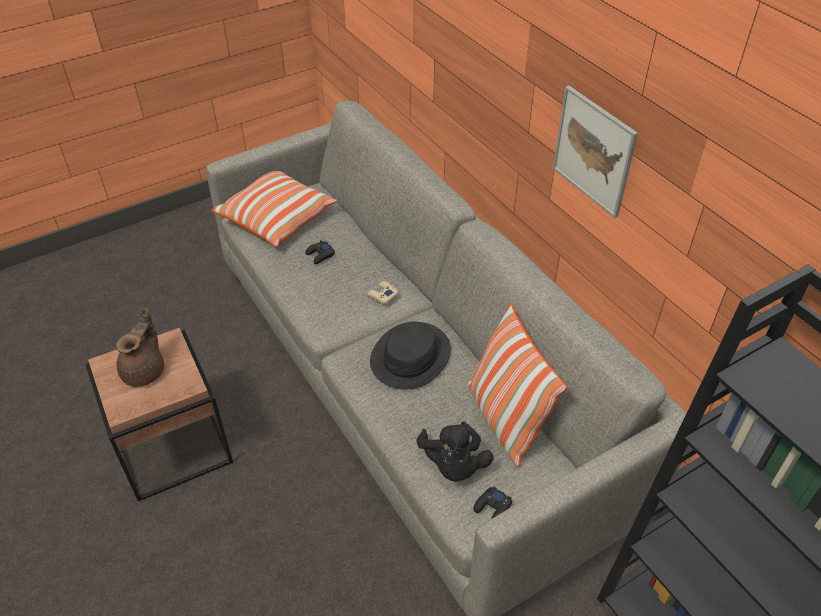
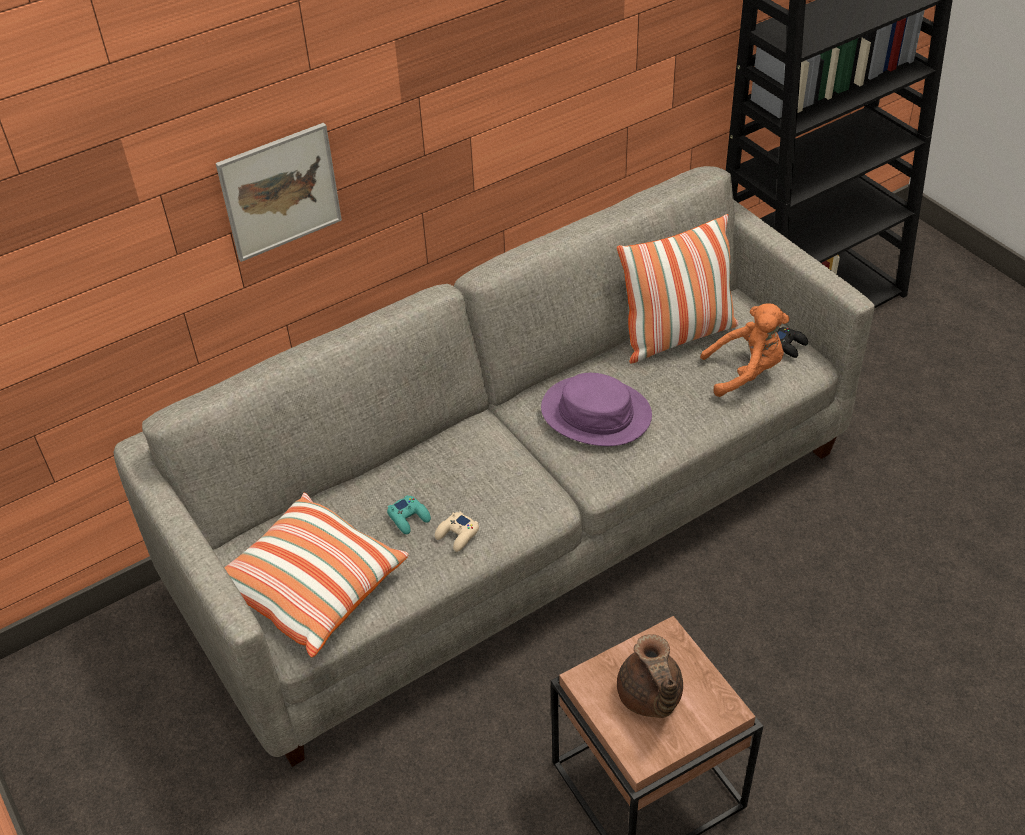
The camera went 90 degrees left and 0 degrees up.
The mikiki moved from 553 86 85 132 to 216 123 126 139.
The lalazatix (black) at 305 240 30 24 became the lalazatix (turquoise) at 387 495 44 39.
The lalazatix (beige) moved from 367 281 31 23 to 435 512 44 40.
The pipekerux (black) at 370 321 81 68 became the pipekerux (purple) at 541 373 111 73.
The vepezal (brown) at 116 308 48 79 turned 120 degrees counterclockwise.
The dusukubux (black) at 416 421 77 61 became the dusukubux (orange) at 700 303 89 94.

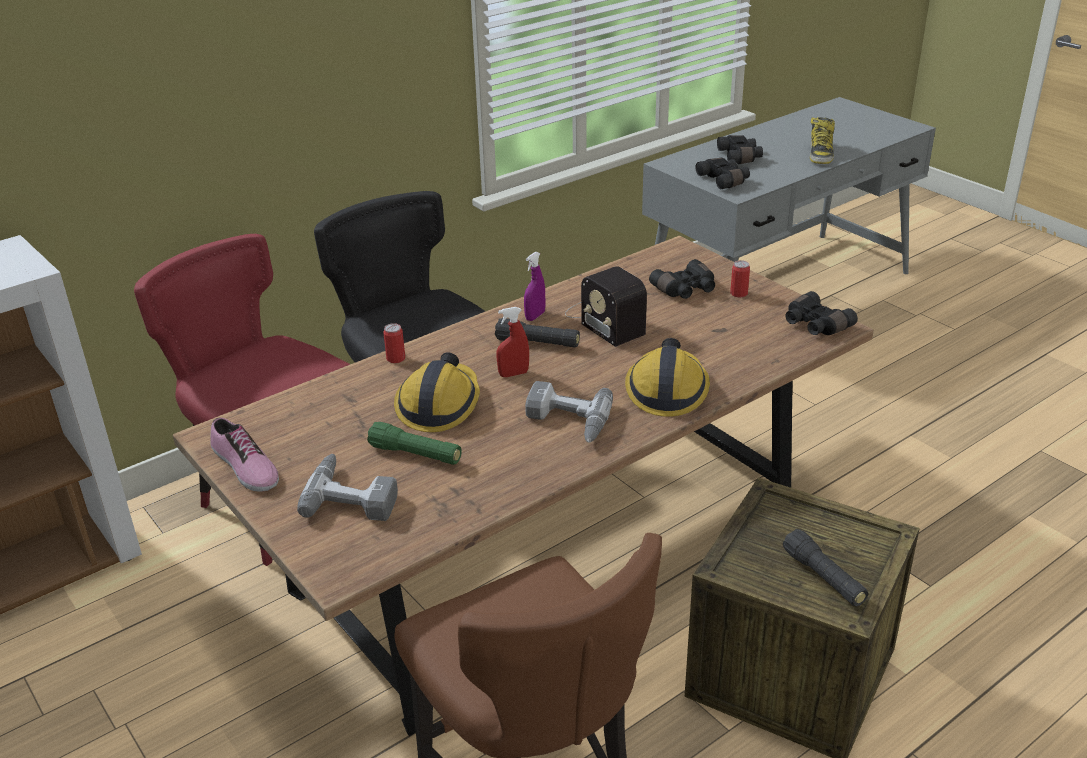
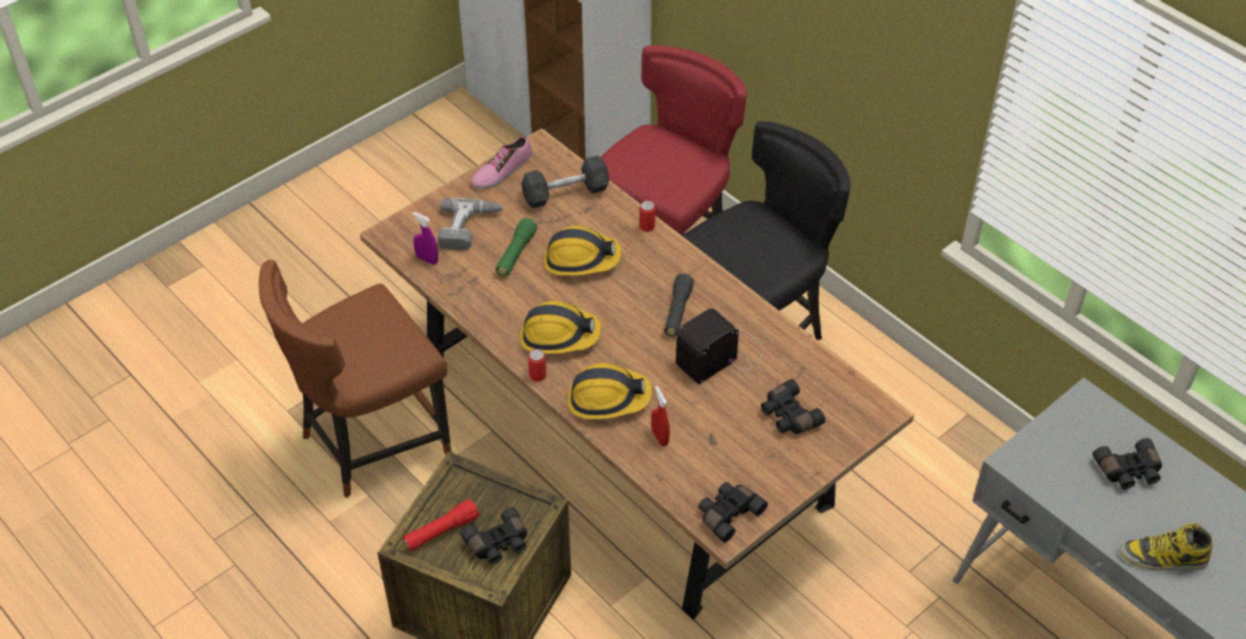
The camera went 85 degrees right and 15 degrees up.
The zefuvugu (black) at 783 529 85 77 became the zefuvugu (red) at 403 499 77 52.
The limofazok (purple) moved from 524 252 21 69 to 412 212 26 53.
The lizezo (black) moved from 695 158 55 31 to 461 507 66 58.
The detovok at 525 381 88 62 was replaced by the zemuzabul at 520 301 81 53.
The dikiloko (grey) at 521 155 88 53 appeared.
The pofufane moved from 730 260 20 37 to 528 349 18 33.
The limofazok (red) moved from 497 307 32 70 to 651 386 19 60.

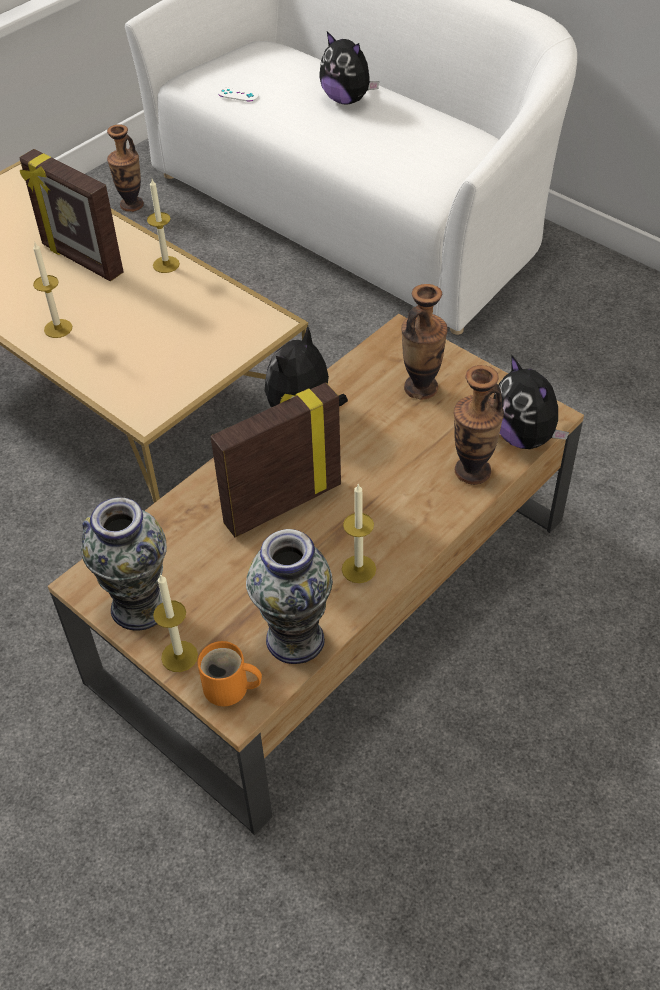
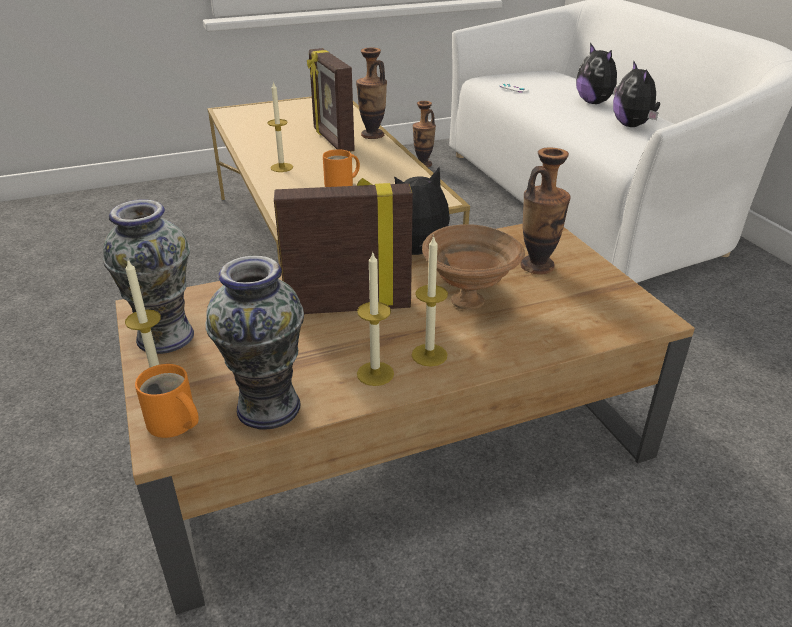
The camera went 25 degrees right and 15 degrees down.
The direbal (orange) at 323 149 37 38 appeared.
The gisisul moved from 454 365 50 120 to 356 48 31 91.
The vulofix moved from 147 179 33 94 to 412 235 36 132.
The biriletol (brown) at 422 224 103 86 appeared.
The dusukubux moved from 493 355 76 94 to 613 60 47 67.

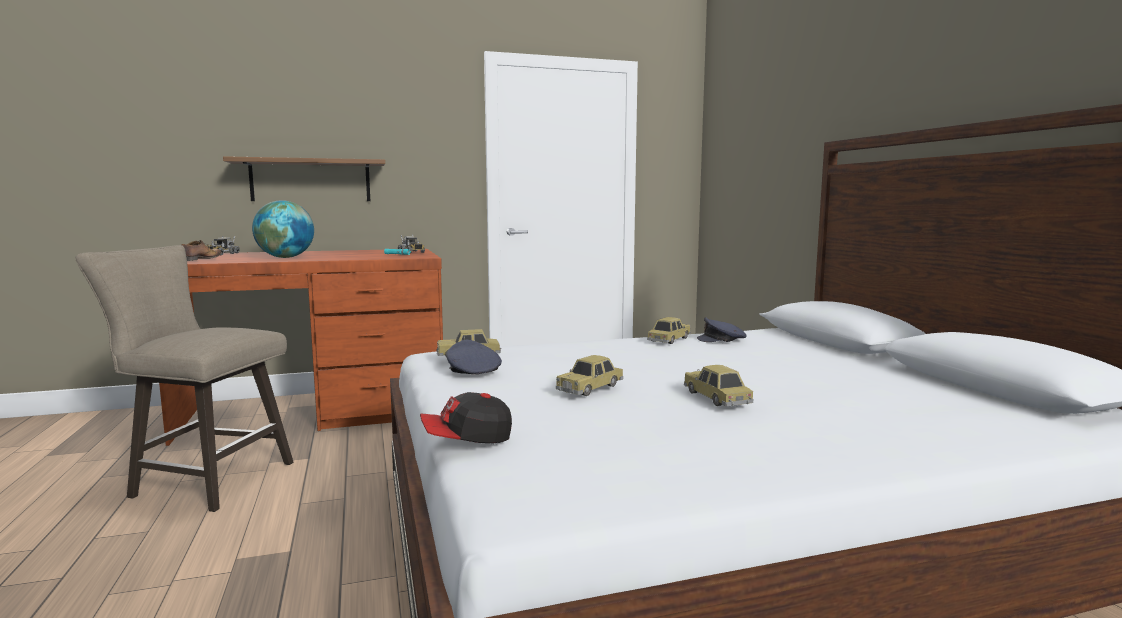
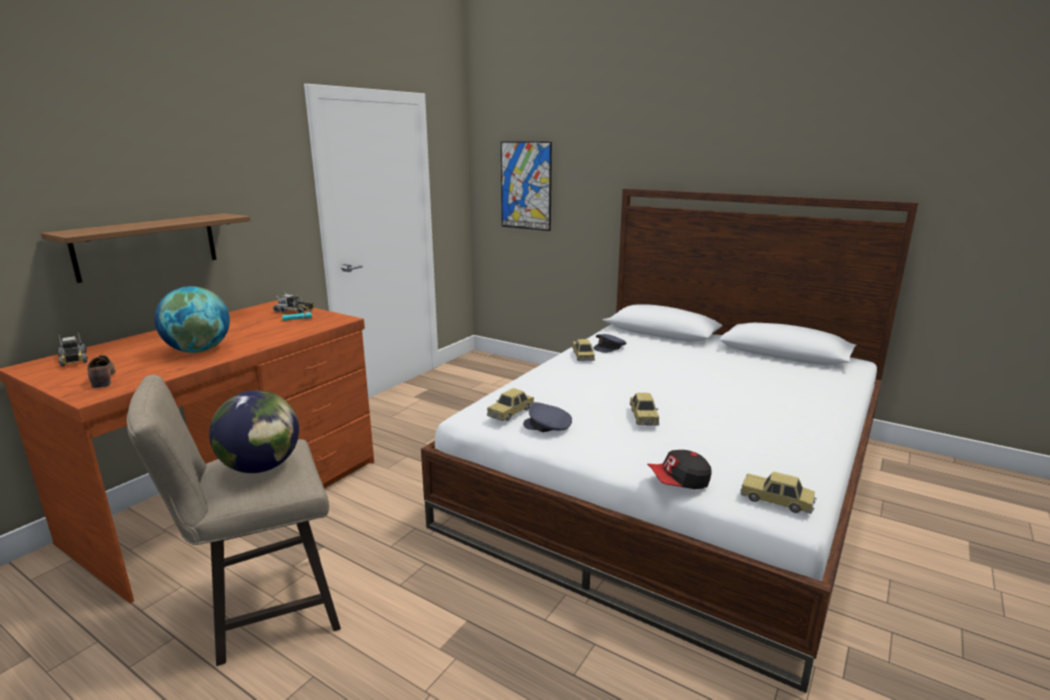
The camera went 40 degrees left and 10 degrees up.
The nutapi at 209 390 90 83 appeared.
The mikiki at 501 141 51 90 appeared.
The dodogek at 420 392 92 51 turned 45 degrees clockwise.
The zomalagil moved from 684 365 69 41 to 740 472 77 42.

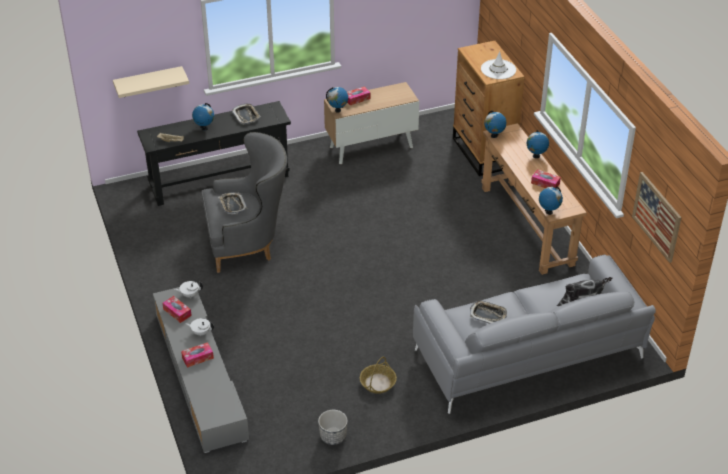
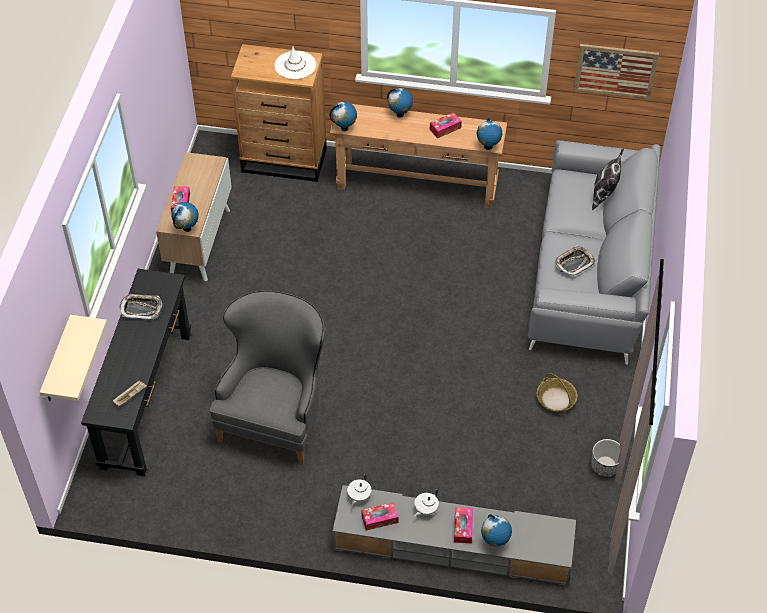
The camera went 60 degrees left and 10 degrees up.
The nutapi moved from 192 103 22 27 to 481 514 31 33.
The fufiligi at 219 192 28 23 disappeared.

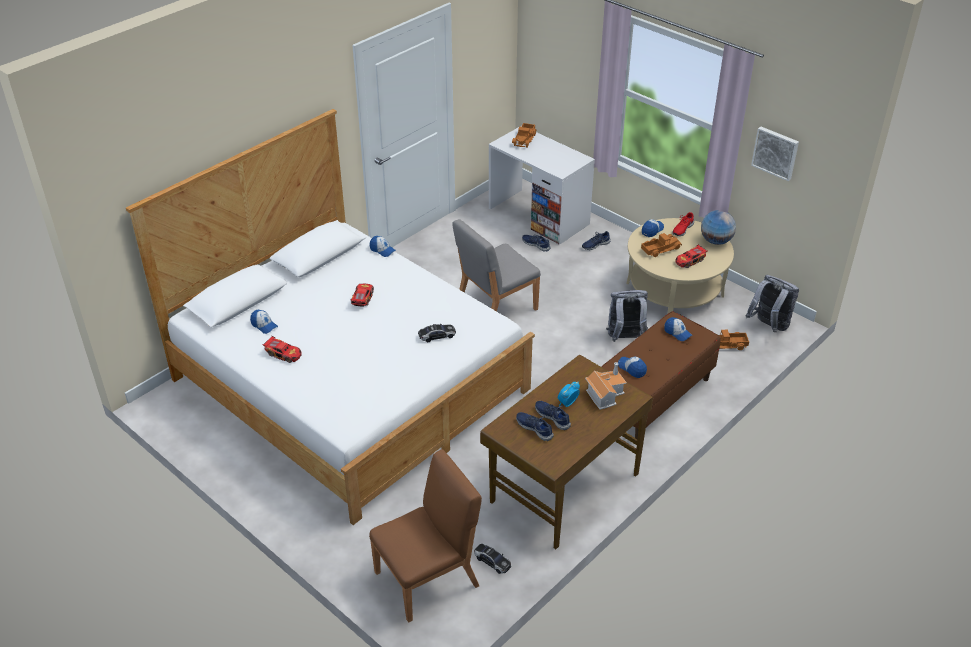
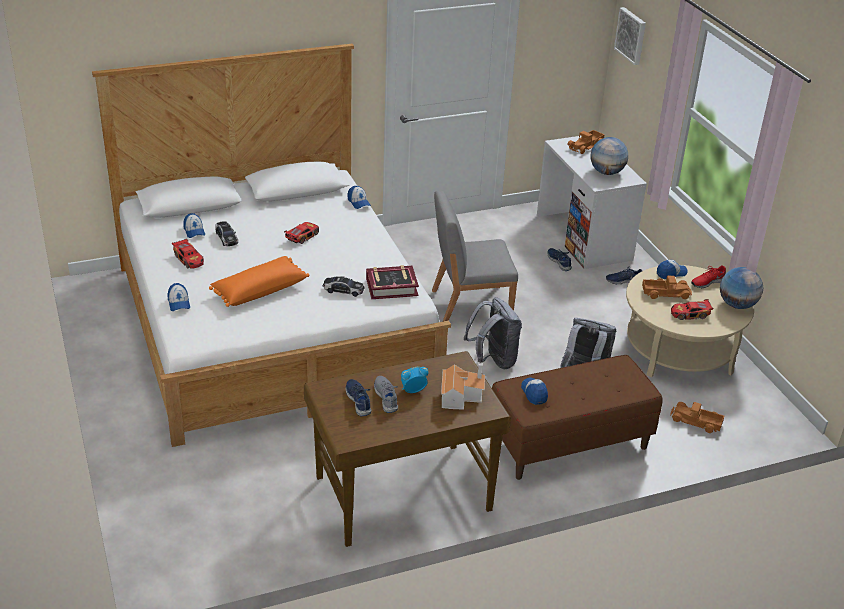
The camera went 25 degrees right and 5 degrees down.
The dodogek moved from 664 317 28 24 to 167 283 23 28.
The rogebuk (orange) at 209 256 101 51 appeared.
The zomalagil moved from 474 543 37 31 to 215 221 23 25.
The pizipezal at 366 265 53 34 appeared.
The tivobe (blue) at 535 401 36 29 became the tivobe (grey) at 374 376 24 37.
The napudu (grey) moved from 746 275 53 57 to 464 297 58 72.
The nutapi at 591 137 37 38 appeared.
The mikiki moved from 751 127 48 54 to 614 7 32 58.
The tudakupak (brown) at 369 449 113 174 disappeared.

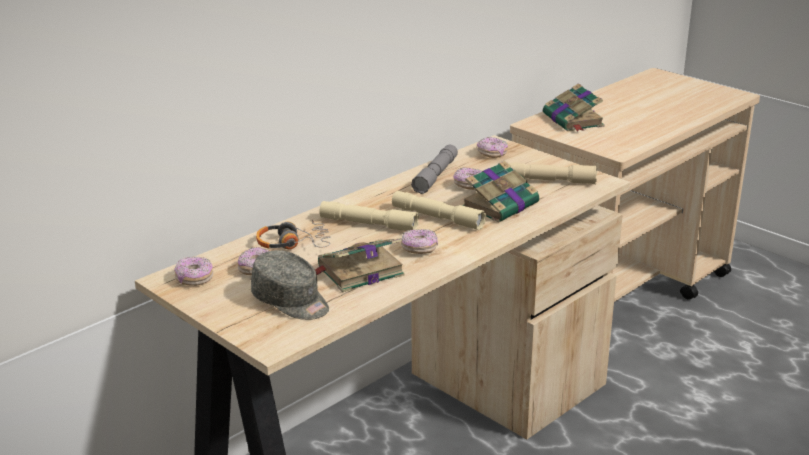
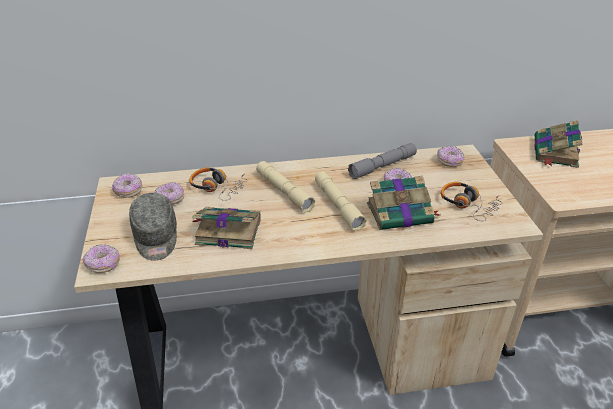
The camera went 35 degrees right and 10 degrees up.
The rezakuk moved from 401 229 37 25 to 83 244 37 29.
The zefuvugu (beige) at 508 162 89 22 was replaced by the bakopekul at 441 182 61 39.

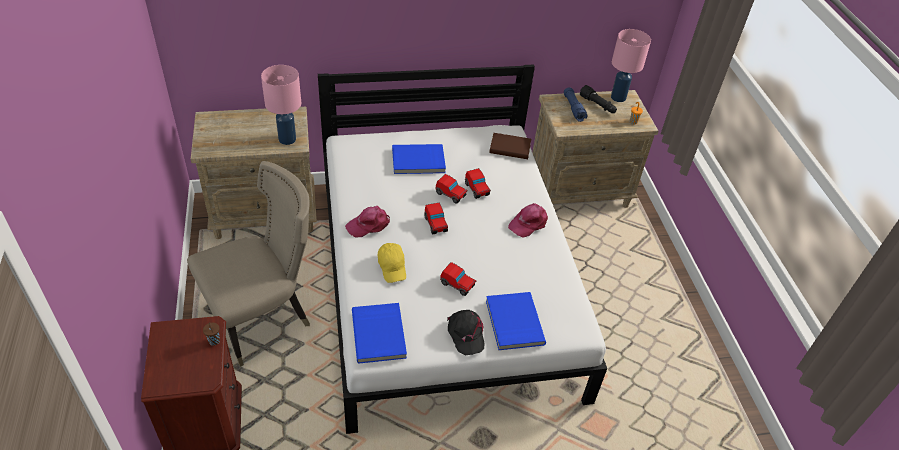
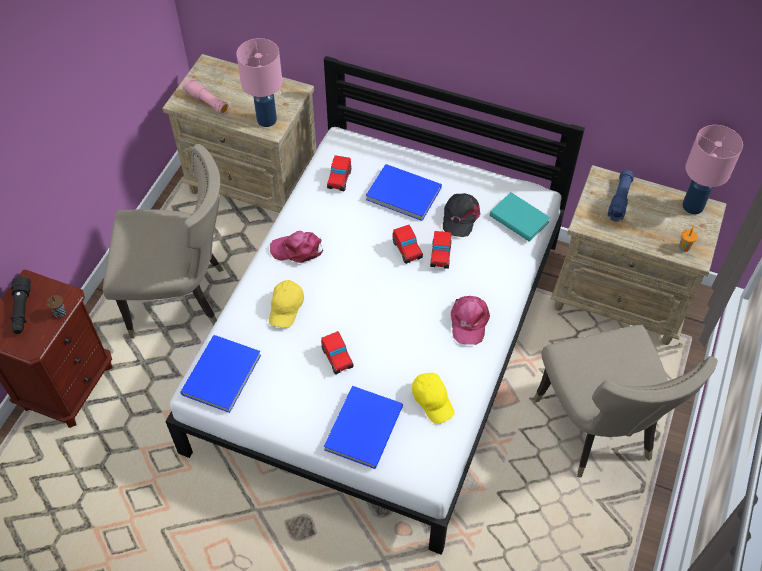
The camera went 35 degrees right and 10 degrees up.
The zefuvugu (black) moved from 580 85 37 28 to 11 276 20 58.
The zefuvugu (pink) at 182 78 47 36 appeared.
The zomalagil moved from 425 203 23 31 to 327 155 24 36.
The dodogek (yellow) at 412 373 42 51 appeared.
The dodogek (black) moved from 447 310 37 45 to 443 193 37 44.
The dodogek (pink) at 508 203 40 35 turned 75 degrees counterclockwise.
The pizipezal (brown) at 489 133 42 26 became the pizipezal (turquoise) at 490 192 60 50.
The tudakupak (beige) at 534 325 184 153 appeared.

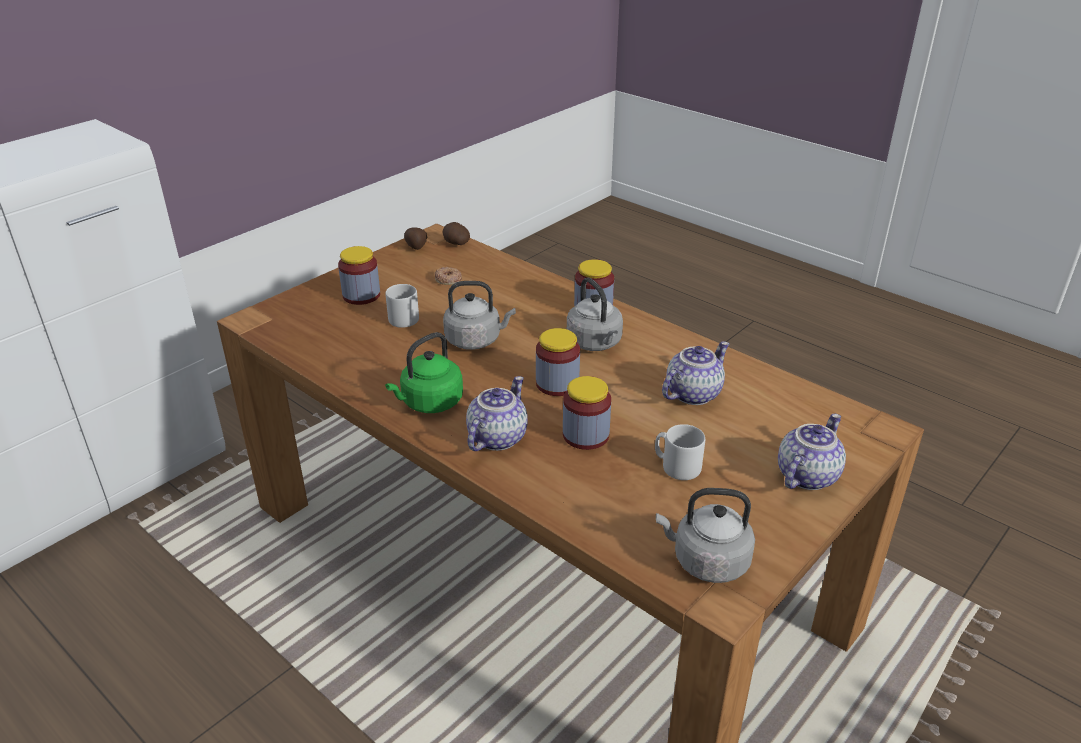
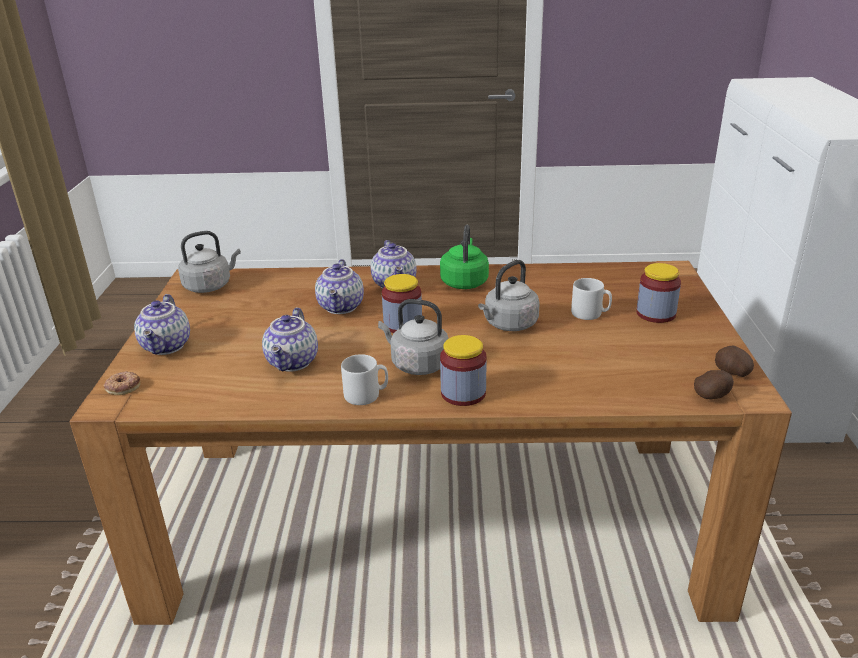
The camera went 140 degrees right and 5 degrees down.
The rezakuk moved from 434 267 28 18 to 103 371 37 24.
The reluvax at 563 376 48 74 was replaced by the vepezal at 315 259 49 55.
The direbal (grey) moved from 655 424 50 56 to 341 354 47 51.

